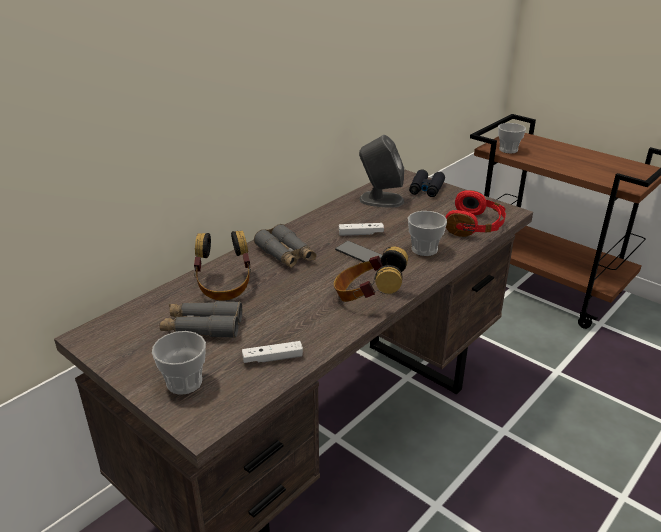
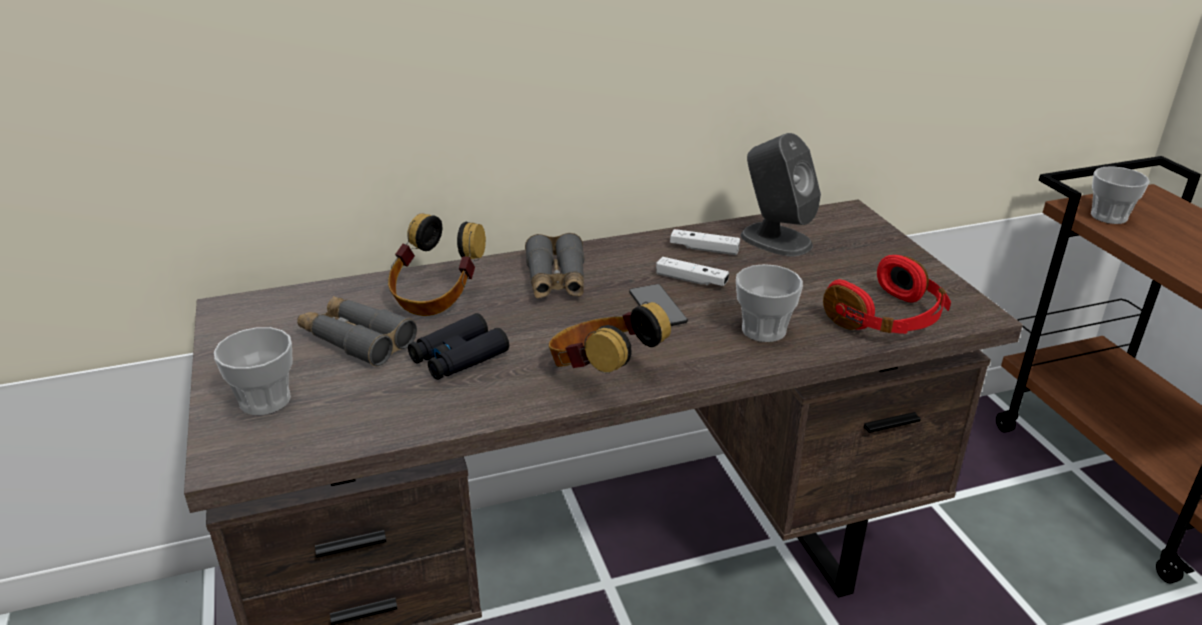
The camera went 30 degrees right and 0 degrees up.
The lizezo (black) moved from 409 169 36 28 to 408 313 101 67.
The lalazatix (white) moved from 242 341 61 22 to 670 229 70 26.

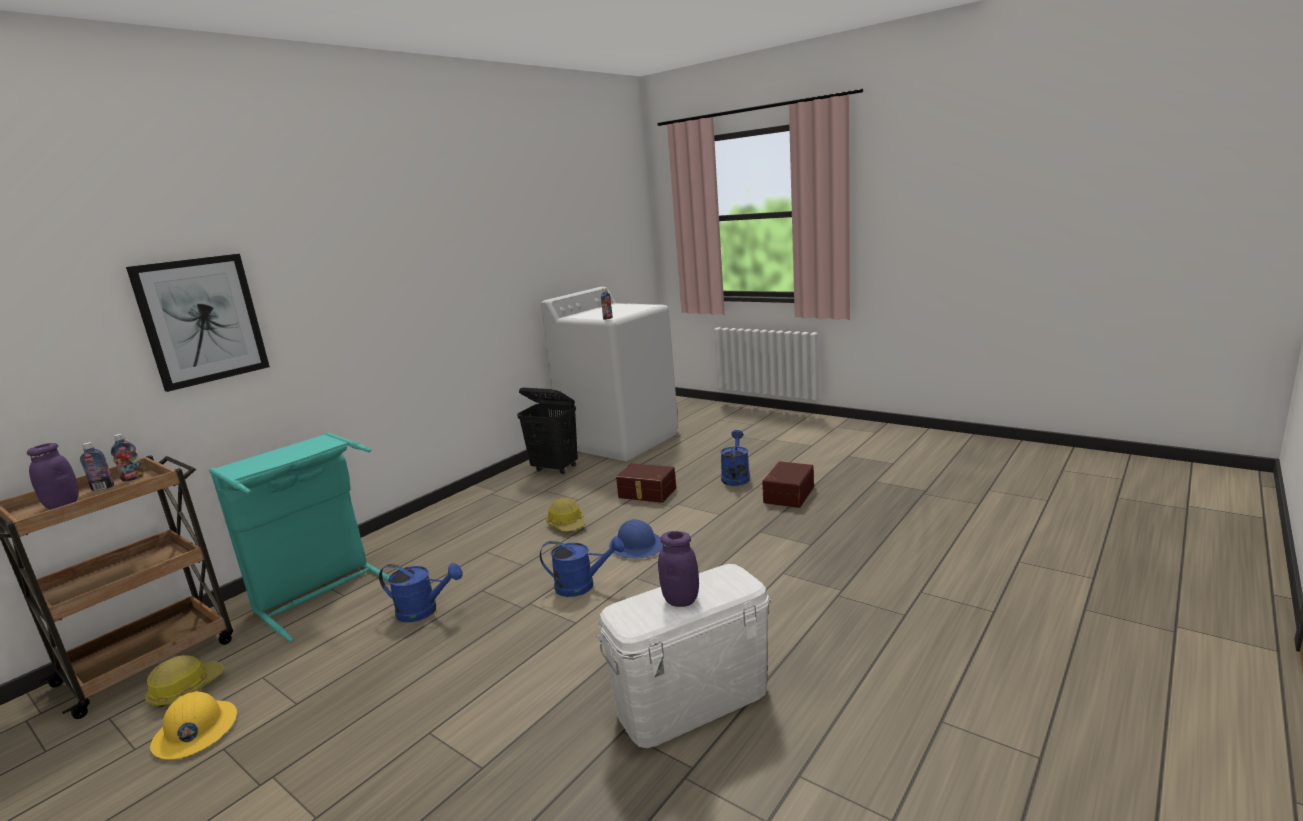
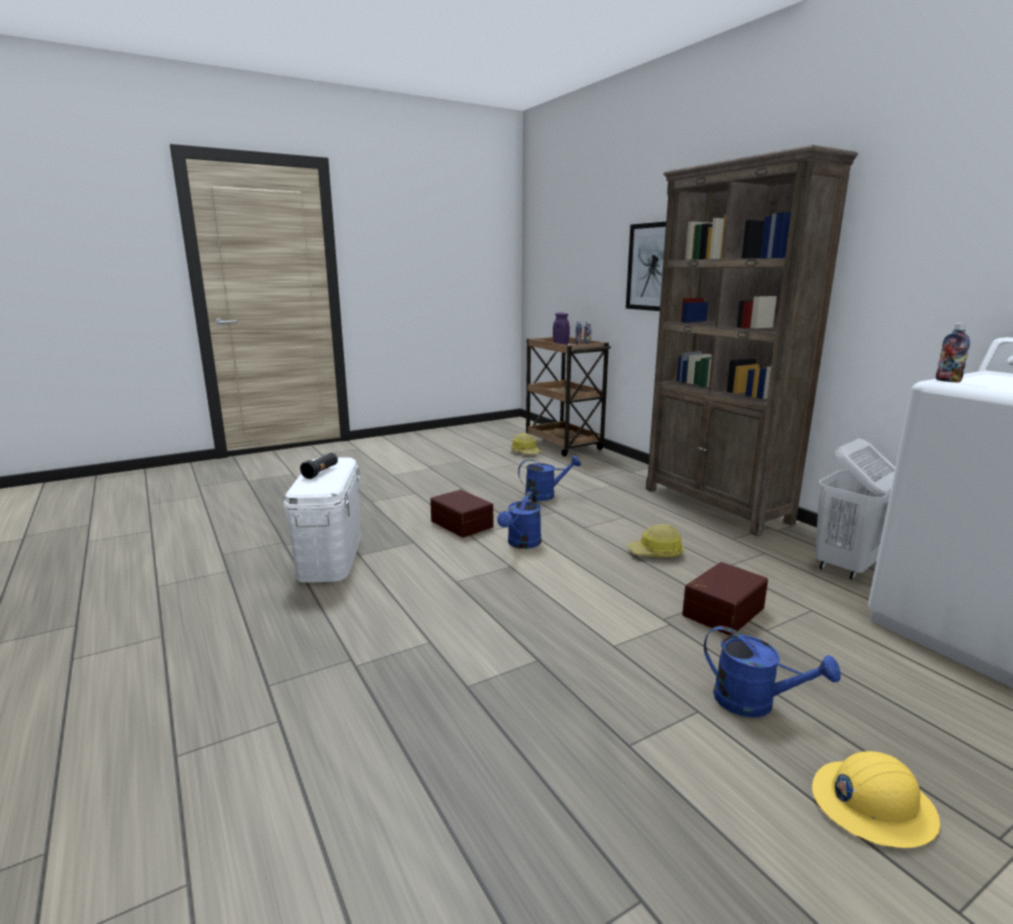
The camera went 110 degrees right and 0 degrees up.
The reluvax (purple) at 658 531 41 76 was replaced by the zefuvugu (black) at 300 453 38 26.
The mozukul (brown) moved from 762 461 52 47 to 430 489 63 49.
The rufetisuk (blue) at 379 563 84 59 turned 135 degrees counterclockwise.
The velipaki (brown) at 646 145 212 391 appeared.
The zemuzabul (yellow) moved from 150 691 87 69 to 812 751 128 97.
The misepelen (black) at 517 388 61 87 became the misepelen (white) at 815 438 80 142.
The misepelen (turquoise) at 209 432 181 210 disappeared.
The zemuzabul (blue) at 609 519 54 40 disappeared.

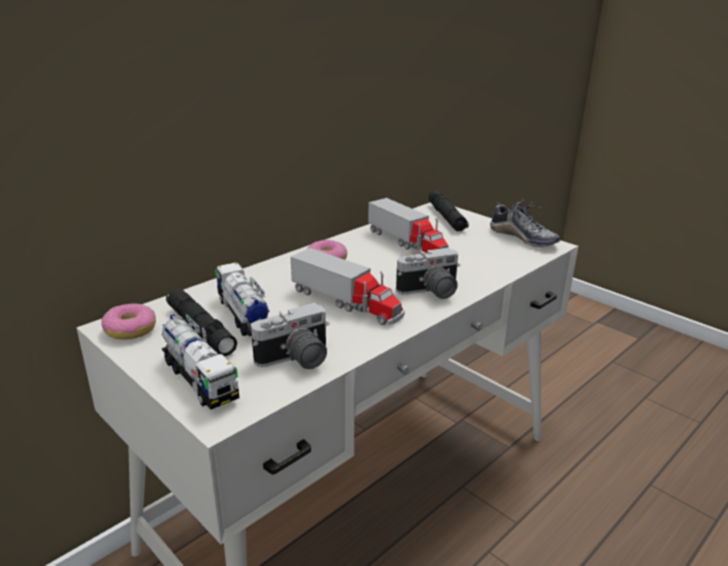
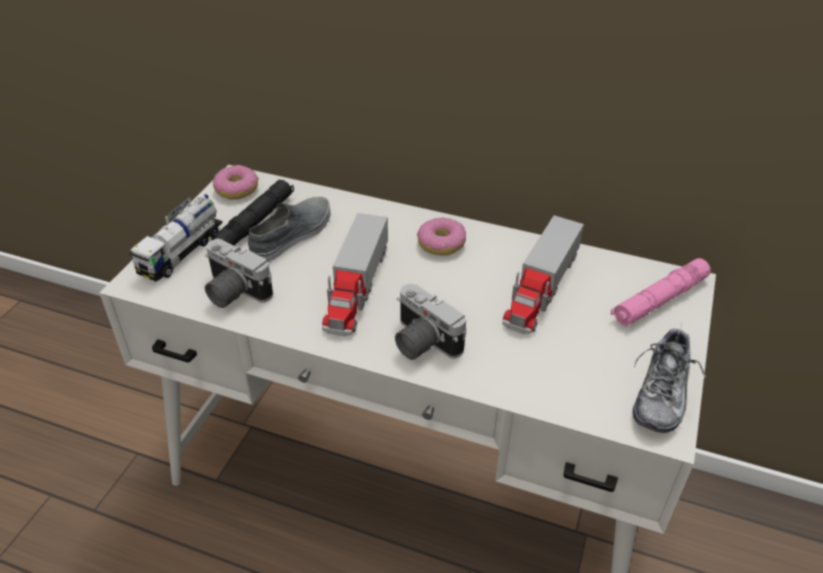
The camera went 65 degrees right and 15 degrees up.
The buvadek at 215 262 54 74 was replaced by the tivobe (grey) at 248 197 83 65.
The zefuvugu (black) at 429 190 40 41 became the zefuvugu (pink) at 611 258 99 69.

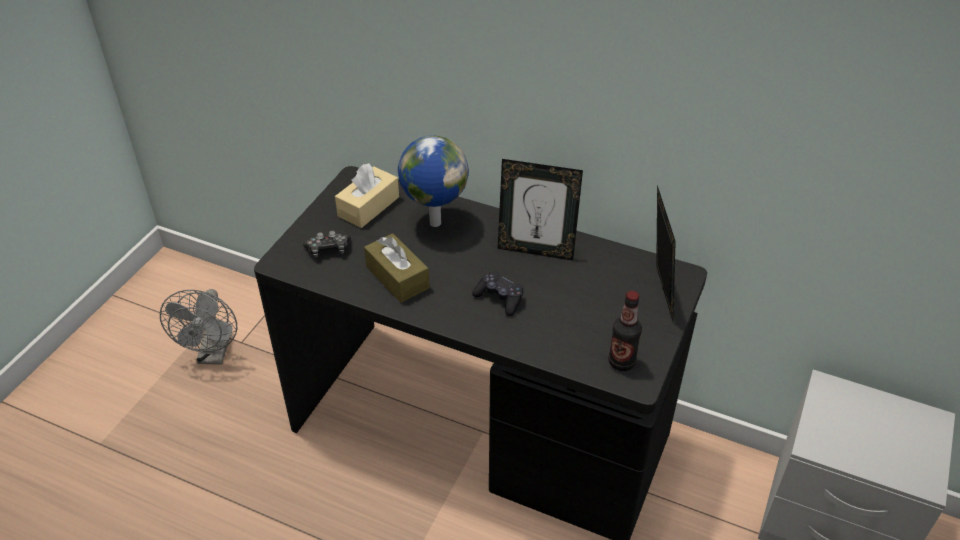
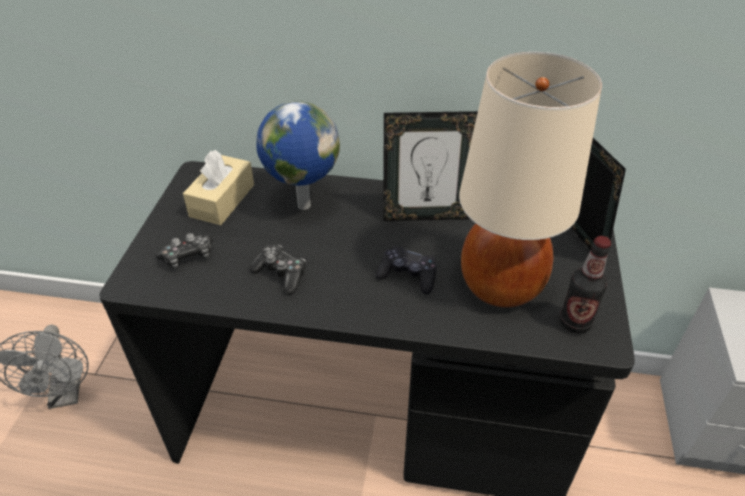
The camera went 15 degrees left and 0 degrees up.
The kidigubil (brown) at 364 233 65 70 was replaced by the lalazatix at 250 245 56 50.
The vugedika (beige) at 459 52 143 256 appeared.

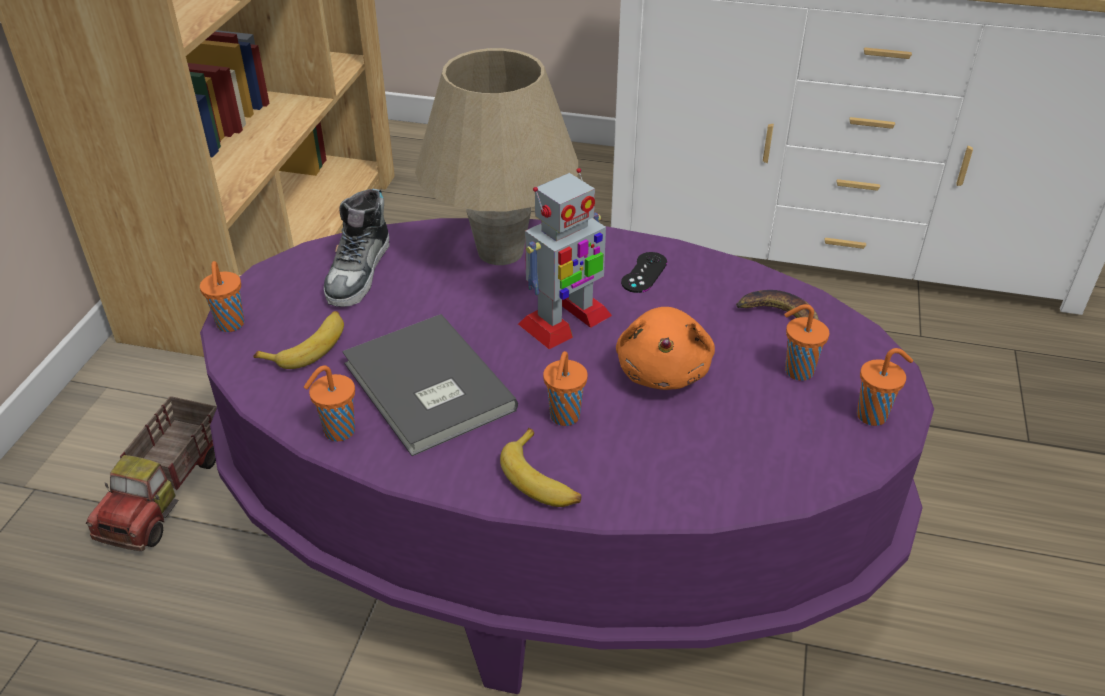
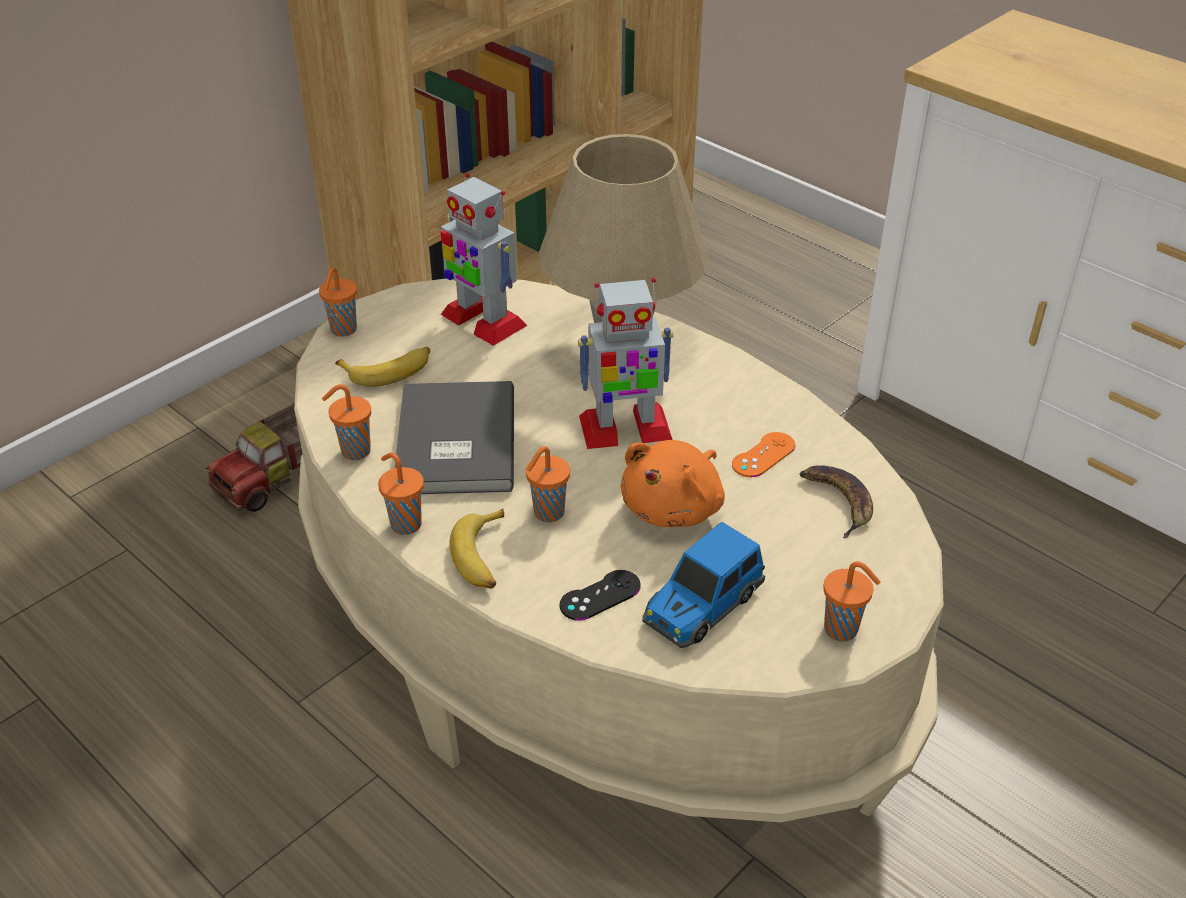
The camera went 30 degrees right and 0 degrees up.
The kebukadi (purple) at 200 218 734 476 became the kebukadi (beige) at 294 278 650 544.
The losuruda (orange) moved from 784 304 45 77 to 378 452 46 83.
The tivobe at 324 189 65 118 was replaced by the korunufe at 441 173 87 173.
The lalazatix (black) moved from 621 252 46 41 to 560 570 81 51.
The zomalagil at 642 522 123 126 appeared.
The lalazatix (orange) at 732 432 63 45 appeared.

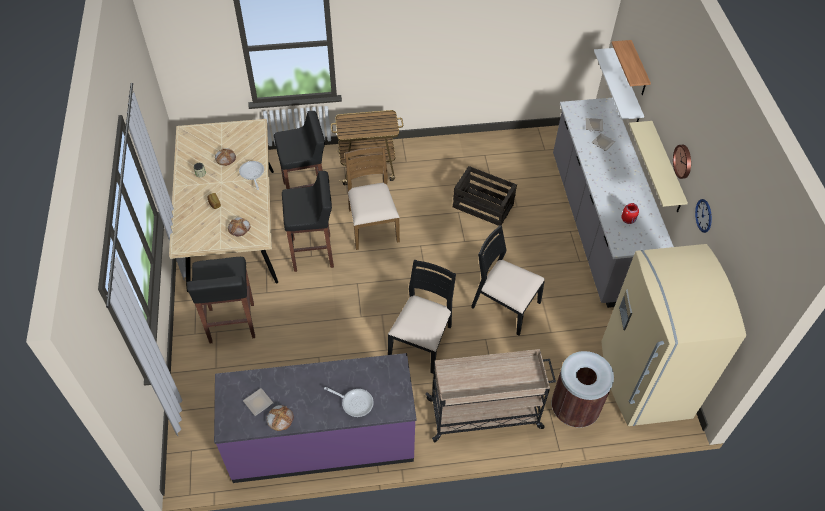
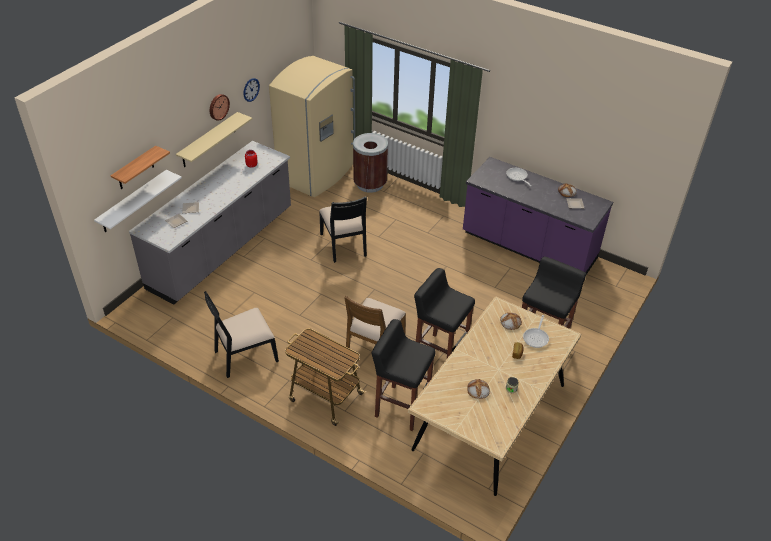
The camera went 140 degrees left and 10 degrees down.
The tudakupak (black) moved from 388 260 68 114 to 204 291 75 87.
The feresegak moved from 239 161 25 29 to 523 315 26 33.
The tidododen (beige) at 425 349 131 93 disappeared.
The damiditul at 453 166 64 60 disappeared.

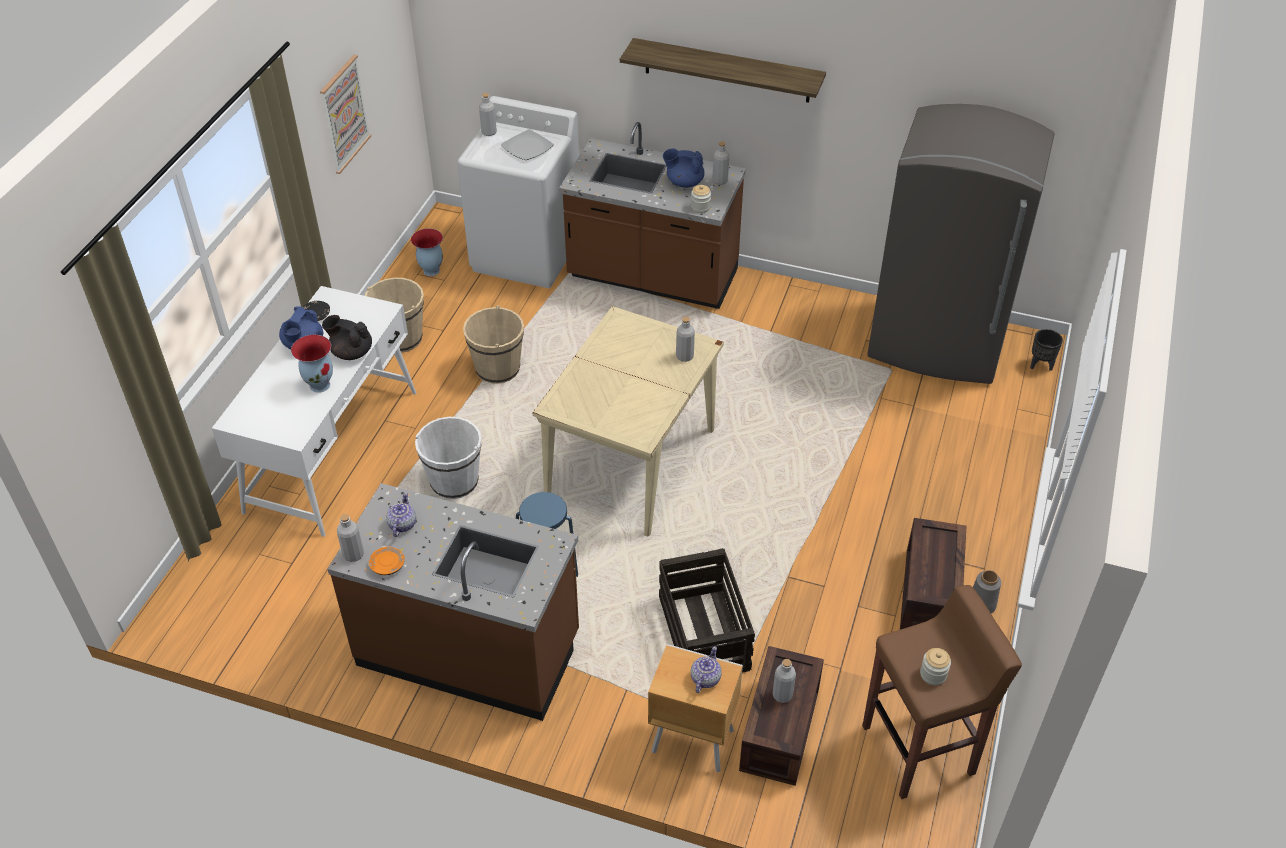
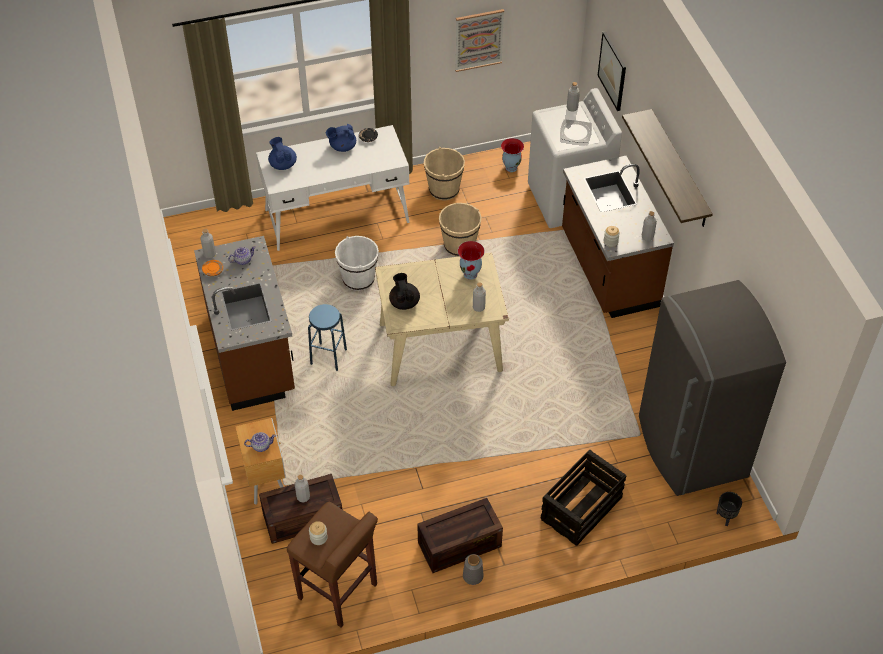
The camera went 55 degrees right and 5 degrees up.
The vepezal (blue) moved from 663 149 42 39 to 268 137 29 33.
The vepezal (black) moved from 322 315 50 45 to 389 273 31 37.
The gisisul moved from 291 335 42 58 to 458 241 27 39.
The damiditul moved from 659 548 96 125 to 540 450 87 95.
The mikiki at 597 31 29 80 appeared.

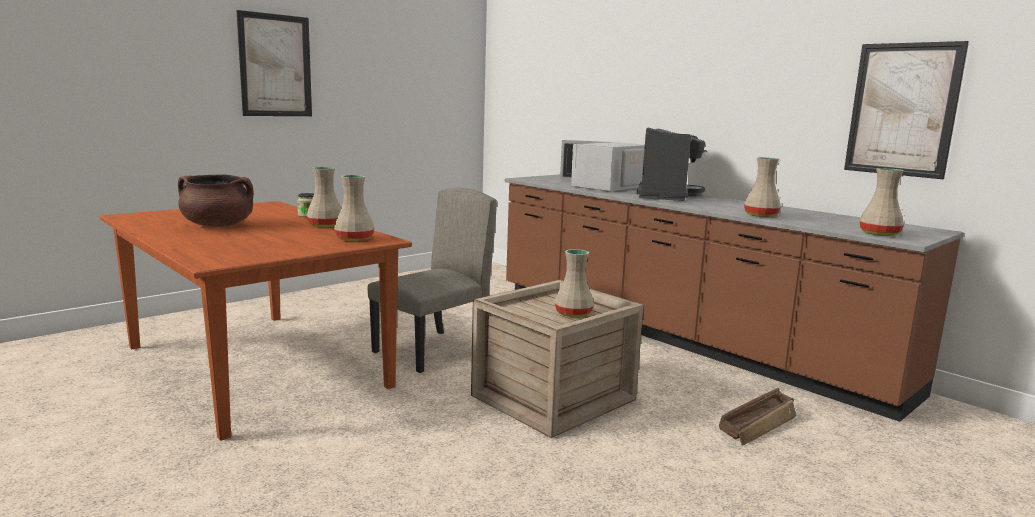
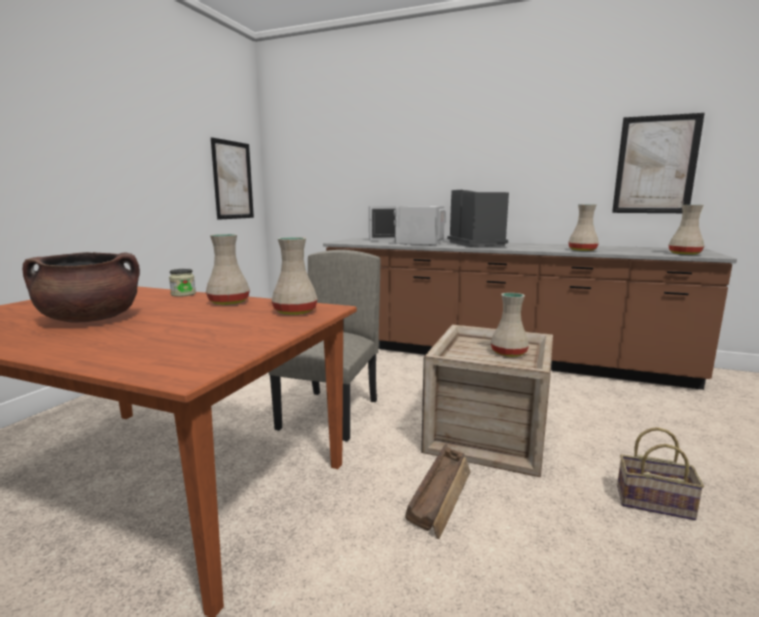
The camera went 25 degrees left and 0 degrees up.
The mikiki moved from 236 10 76 106 to 211 137 43 83.
The damiditul moved from 719 388 77 58 to 405 444 65 95.
The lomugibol at 617 427 87 93 appeared.

